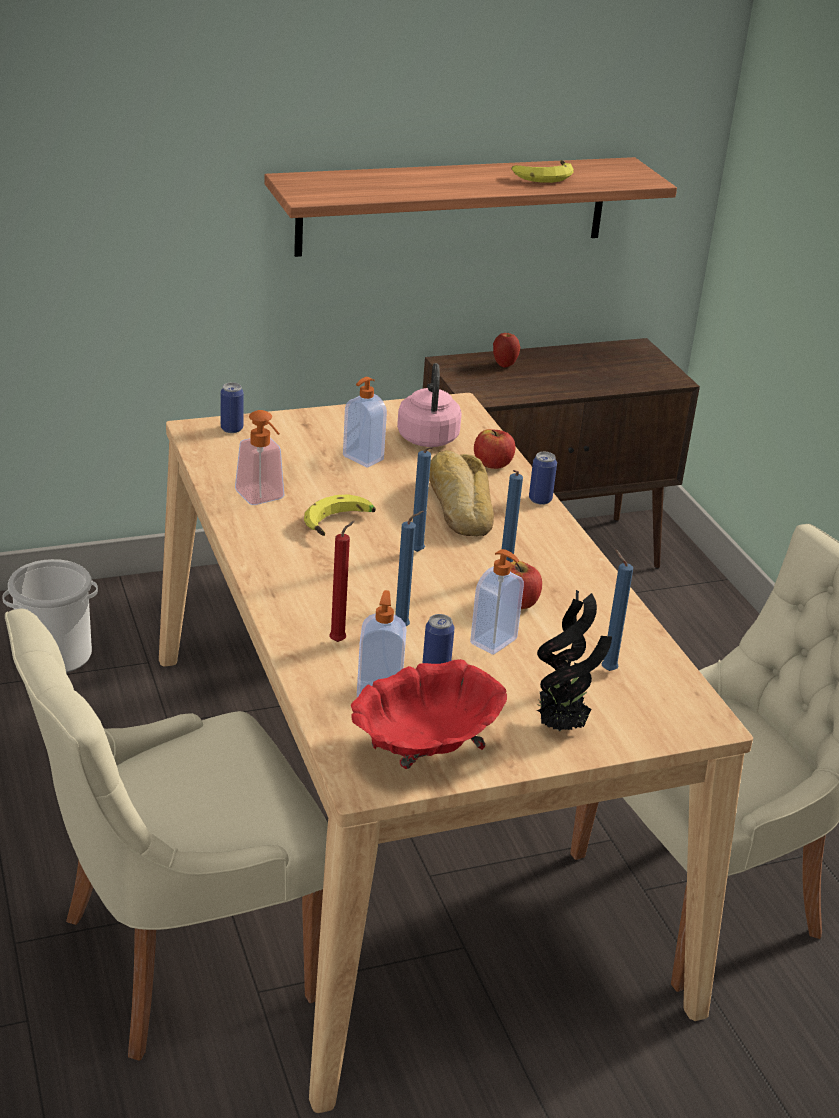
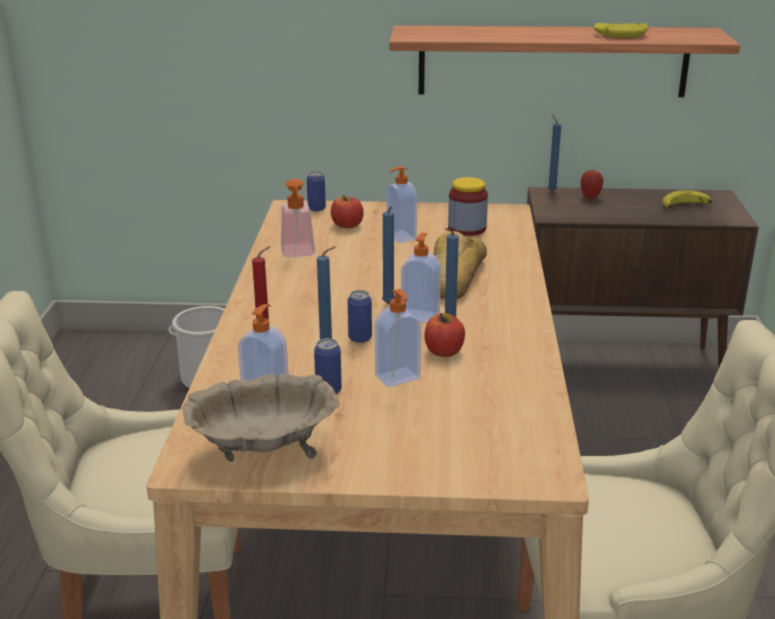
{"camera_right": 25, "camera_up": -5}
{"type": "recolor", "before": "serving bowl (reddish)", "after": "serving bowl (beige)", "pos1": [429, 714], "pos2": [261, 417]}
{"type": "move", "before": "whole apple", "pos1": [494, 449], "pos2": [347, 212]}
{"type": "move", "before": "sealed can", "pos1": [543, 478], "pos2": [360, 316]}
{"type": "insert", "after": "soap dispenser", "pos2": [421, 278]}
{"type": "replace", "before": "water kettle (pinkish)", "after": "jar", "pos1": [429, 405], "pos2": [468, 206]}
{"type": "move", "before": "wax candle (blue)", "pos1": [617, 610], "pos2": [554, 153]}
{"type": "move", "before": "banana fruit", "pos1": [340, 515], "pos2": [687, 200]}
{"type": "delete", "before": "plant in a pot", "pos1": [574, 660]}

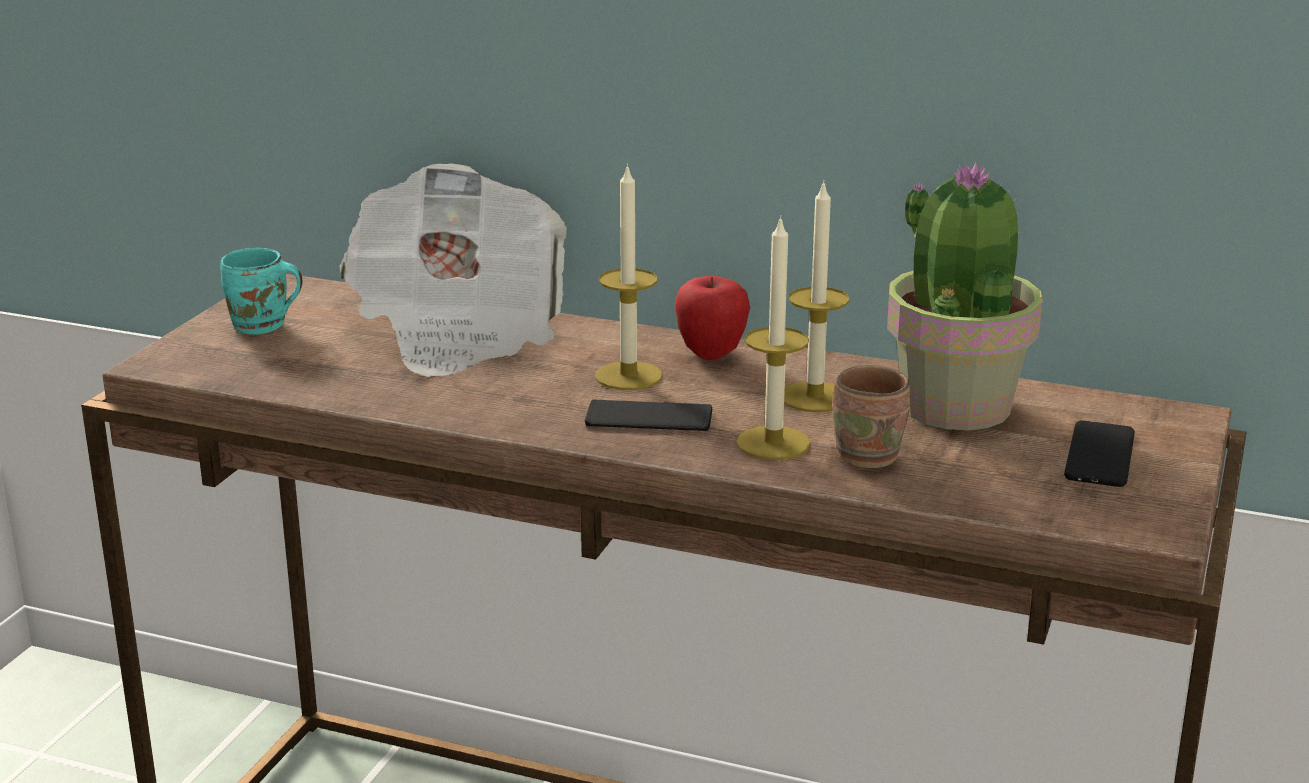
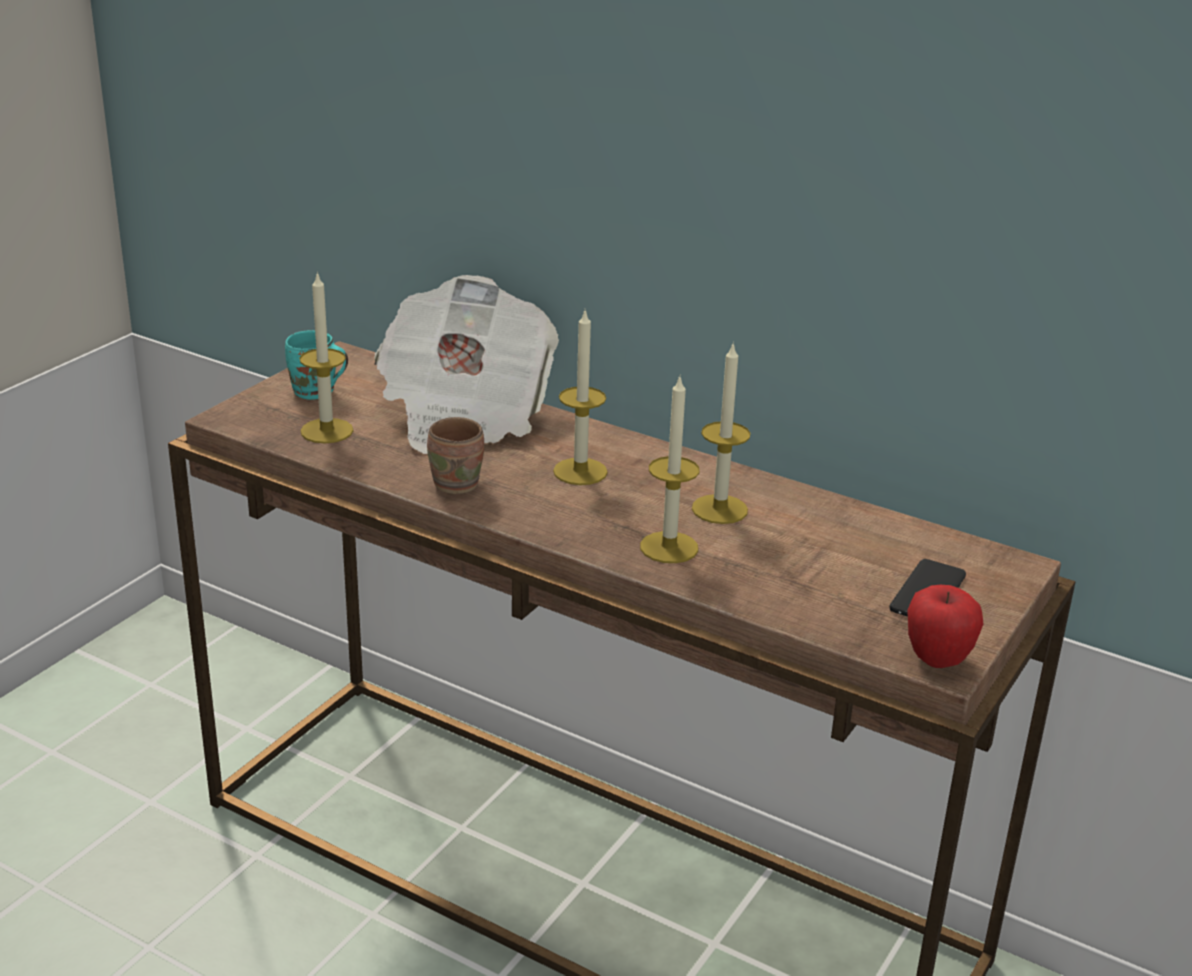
{"camera_right": 10, "camera_up": 5}
{"type": "insert", "after": "wax candle", "pos2": [326, 357]}
{"type": "move", "before": "tea mug (brown-coloured)", "pos1": [871, 416], "pos2": [455, 455]}
{"type": "move", "before": "whole apple", "pos1": [712, 318], "pos2": [945, 626]}
{"type": "delete", "before": "phone", "pos1": [648, 415]}
{"type": "delete", "before": "plant in a pot", "pos1": [964, 296]}

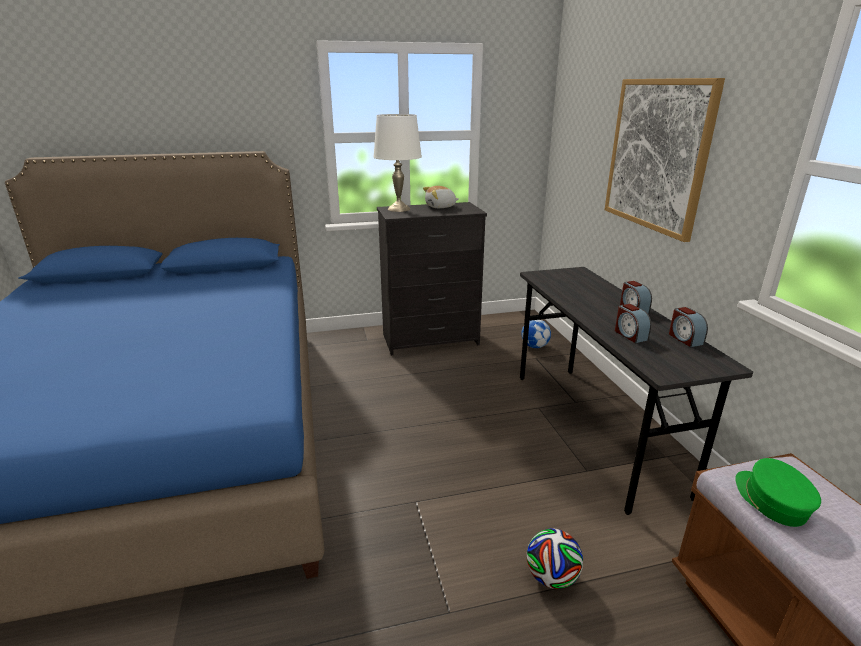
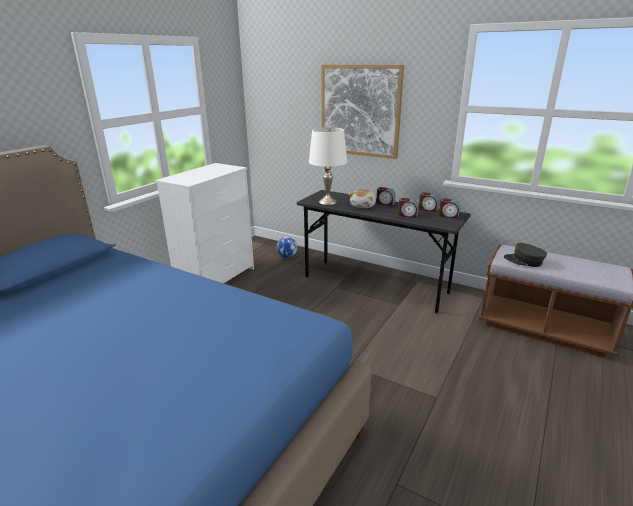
{"camera_right": -45, "camera_up": 0}
{"type": "recolor", "before": "drawer chest (black)", "after": "drawer chest (white)", "pos1": [432, 278], "pos2": [204, 223]}
{"type": "move", "before": "lamp for a table (white)", "pos1": [397, 163], "pos2": [328, 166]}
{"type": "move", "before": "plush toy", "pos1": [441, 197], "pos2": [362, 198]}
{"type": "insert", "after": "alarm clock", "pos2": [449, 208]}
{"type": "recolor", "before": "baseball cap (green-coloured)", "after": "baseball cap (greyish)", "pos1": [778, 492], "pos2": [525, 255]}
{"type": "delete", "before": "football ball", "pos1": [555, 558]}

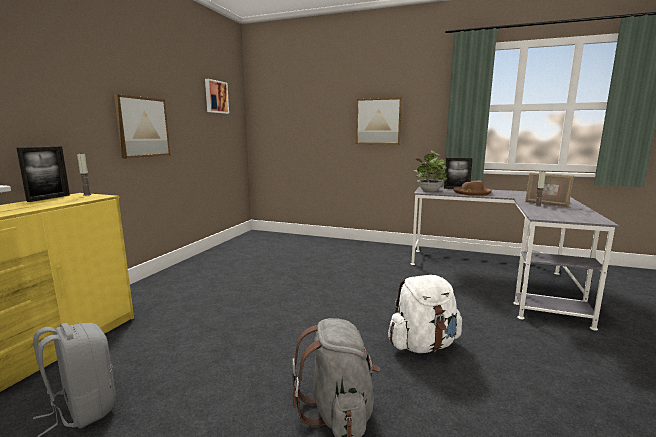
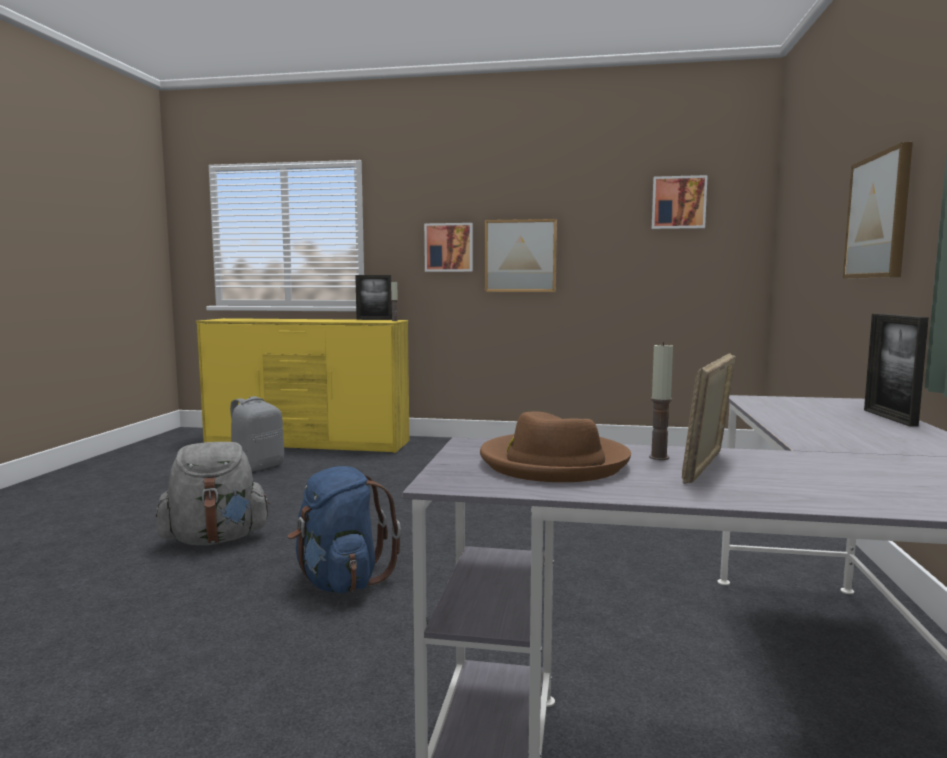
{"camera_right": 80, "camera_up": -5}
{"type": "recolor", "before": "backpack (white)", "after": "backpack (blue)", "pos1": [425, 314], "pos2": [344, 529]}
{"type": "insert", "after": "picture", "pos2": [448, 247]}
{"type": "move", "before": "wearable hat (brown-coloured)", "pos1": [472, 188], "pos2": [555, 447]}
{"type": "delete", "before": "plant in a pot", "pos1": [430, 171]}

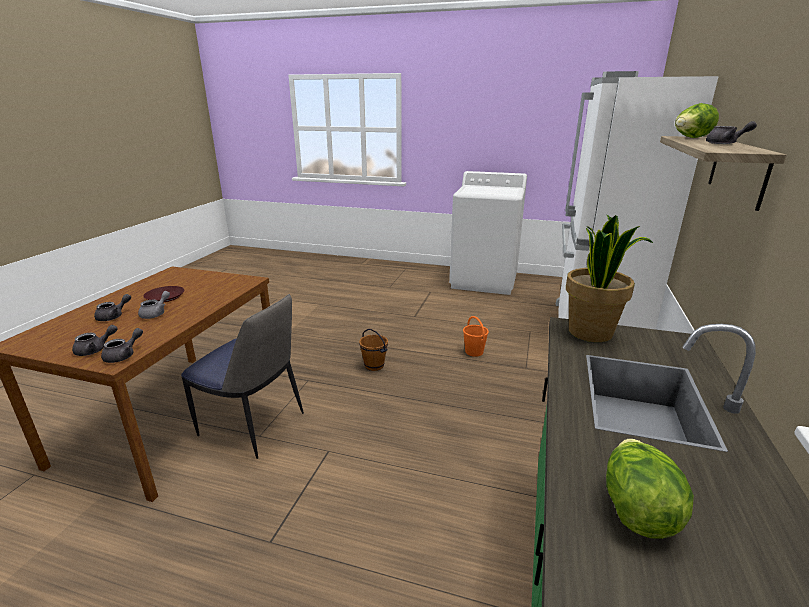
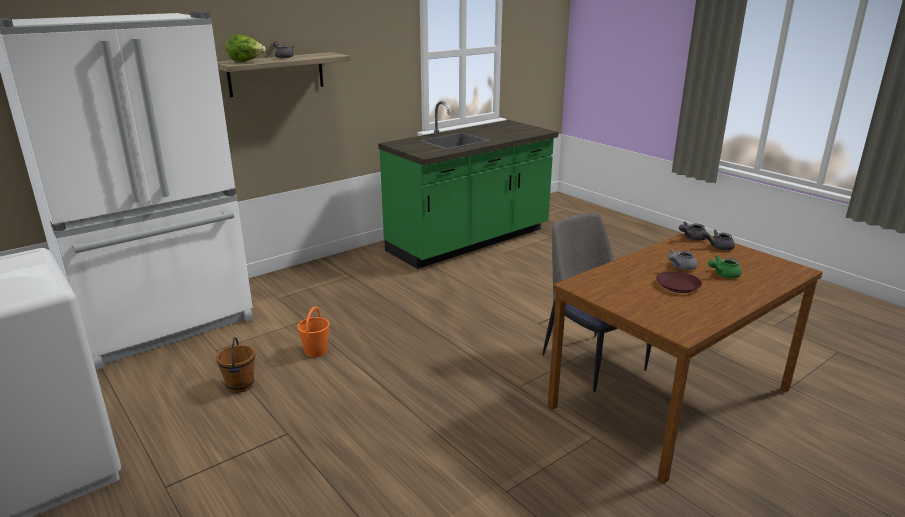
{"camera_right": -145, "camera_up": 0}
{"type": "move", "before": "pail (brown-coloured)", "pos1": [373, 350], "pos2": [235, 365]}
{"type": "recolor", "before": "tea pot (greyish)", "after": "tea pot (green-coloured)", "pos1": [112, 307], "pos2": [724, 266]}
{"type": "delete", "before": "plant in a pot", "pos1": [609, 278]}
{"type": "delete", "before": "head of lettuce", "pos1": [650, 488]}

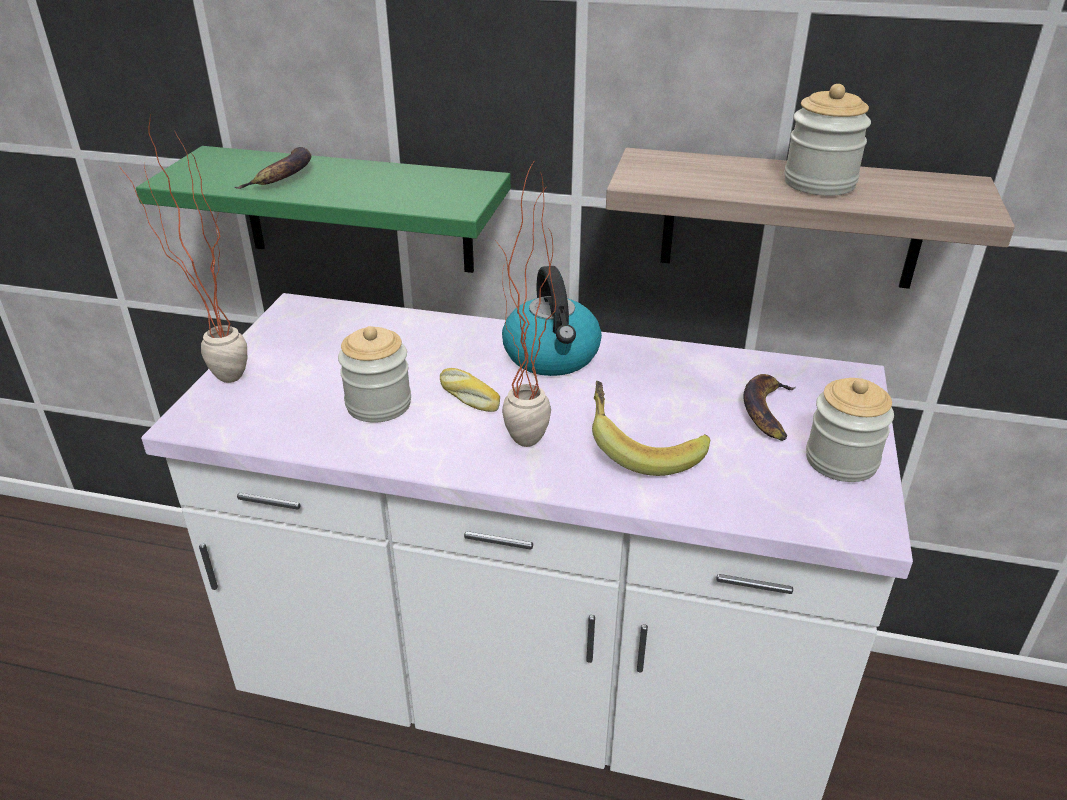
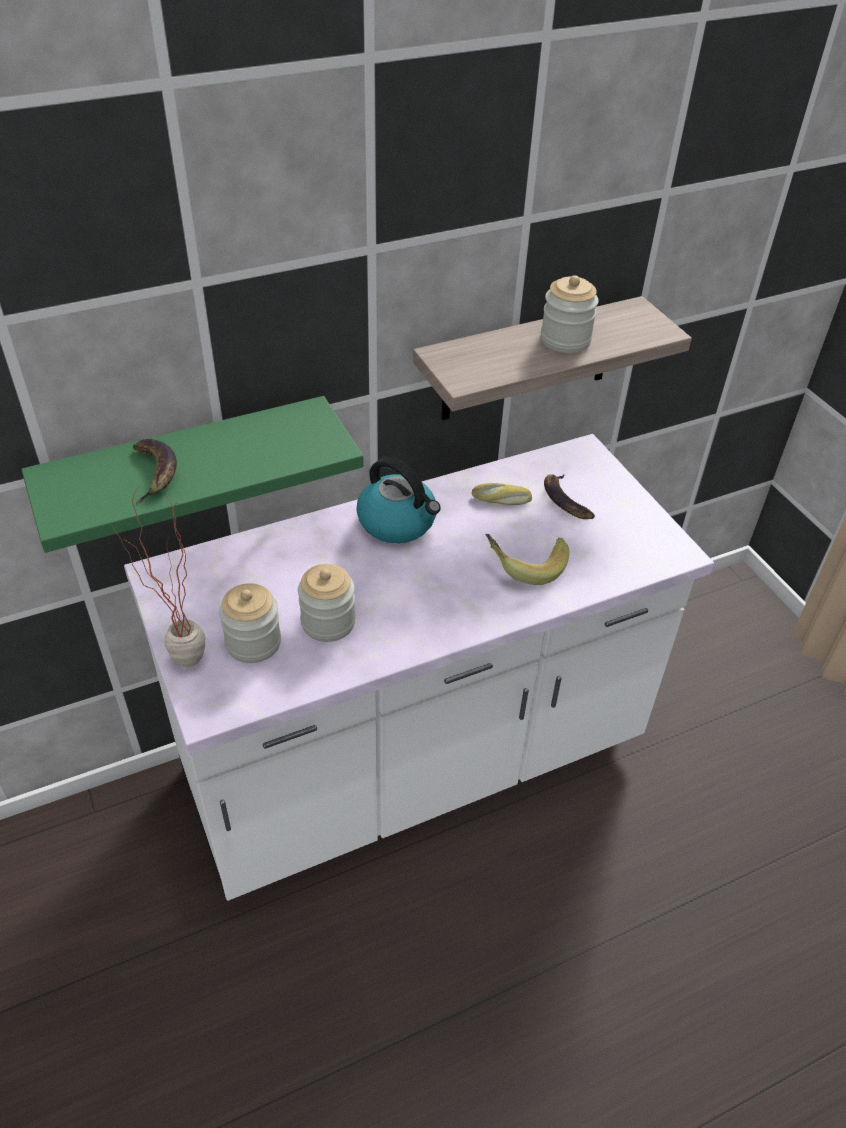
{"camera_right": -40, "camera_up": 10}
{"type": "move", "before": "jar", "pos1": [850, 430], "pos2": [250, 623]}
{"type": "move", "before": "bread", "pos1": [470, 390], "pos2": [502, 494]}
{"type": "delete", "before": "plant in a pot", "pos1": [525, 304]}

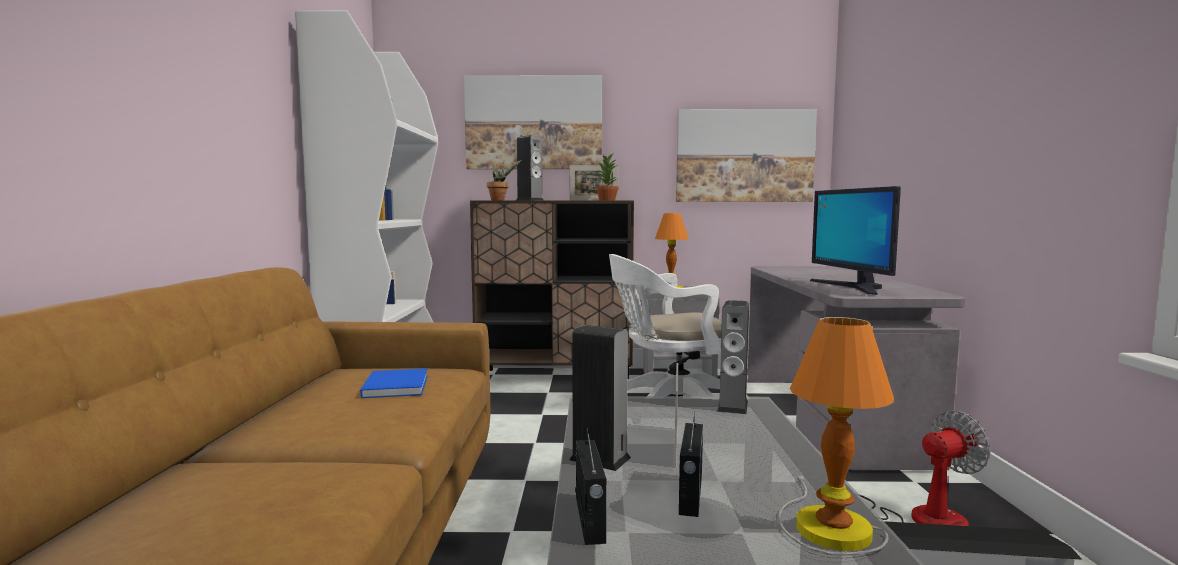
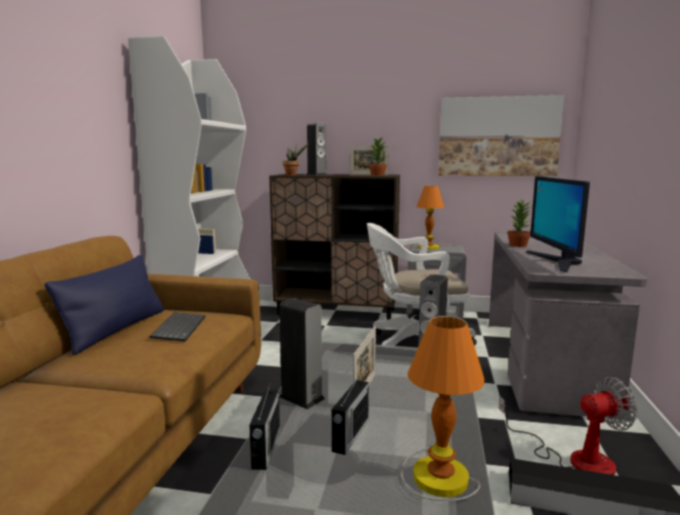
{"camera_right": 10, "camera_up": 5}
{"type": "insert", "after": "pillow (blue)", "pos2": [104, 305]}
{"type": "replace", "before": "volume (blue)", "after": "computer keyboard", "pos1": [394, 383], "pos2": [177, 327]}
{"type": "insert", "after": "plant in a pot", "pos2": [519, 223]}
{"type": "delete", "before": "picture", "pos1": [533, 122]}

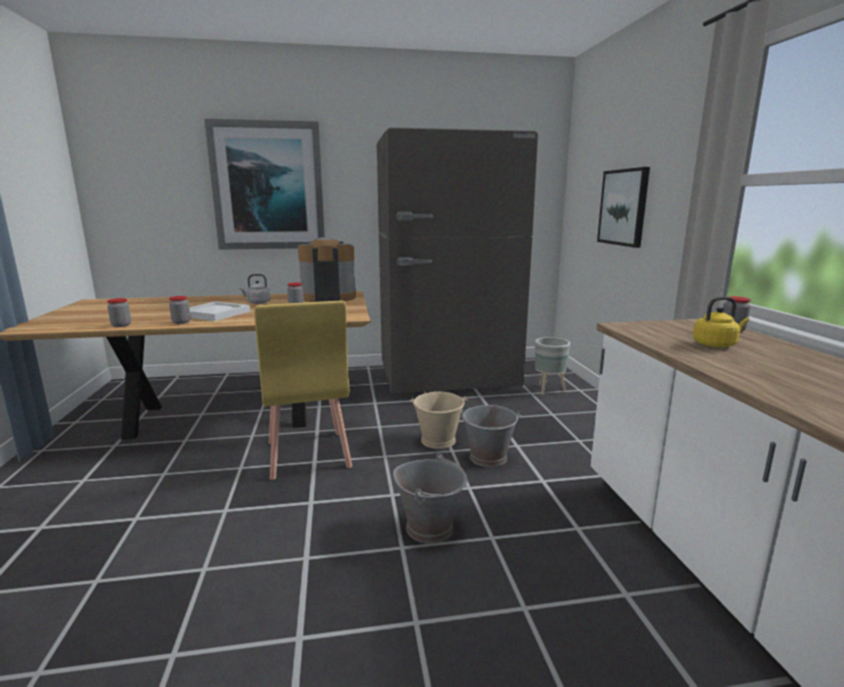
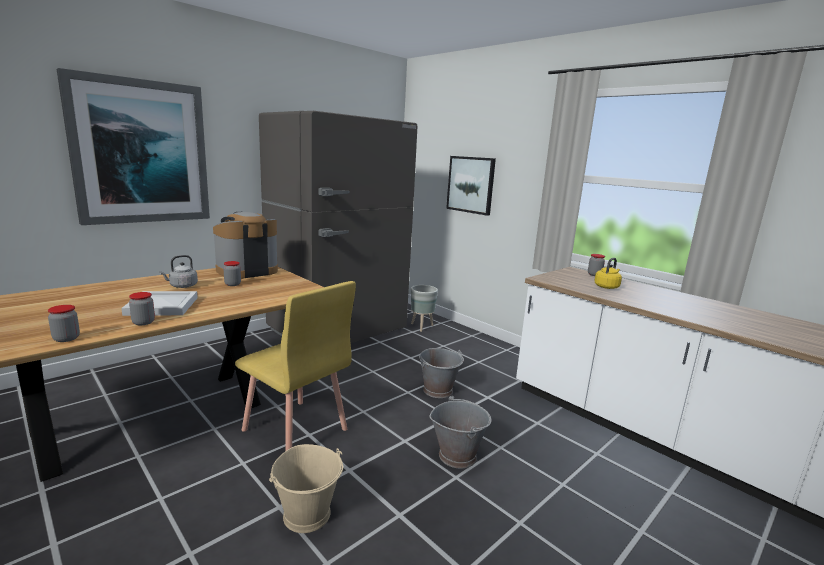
{"camera_right": -35, "camera_up": 0}
{"type": "move", "before": "pail (beige)", "pos1": [438, 420], "pos2": [306, 488]}

